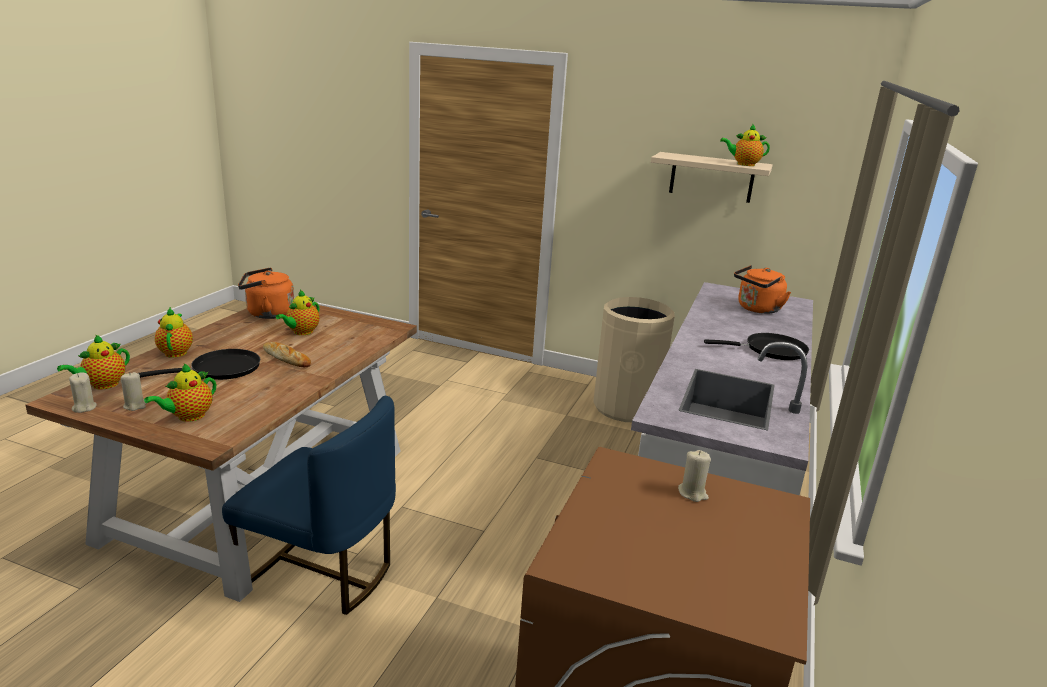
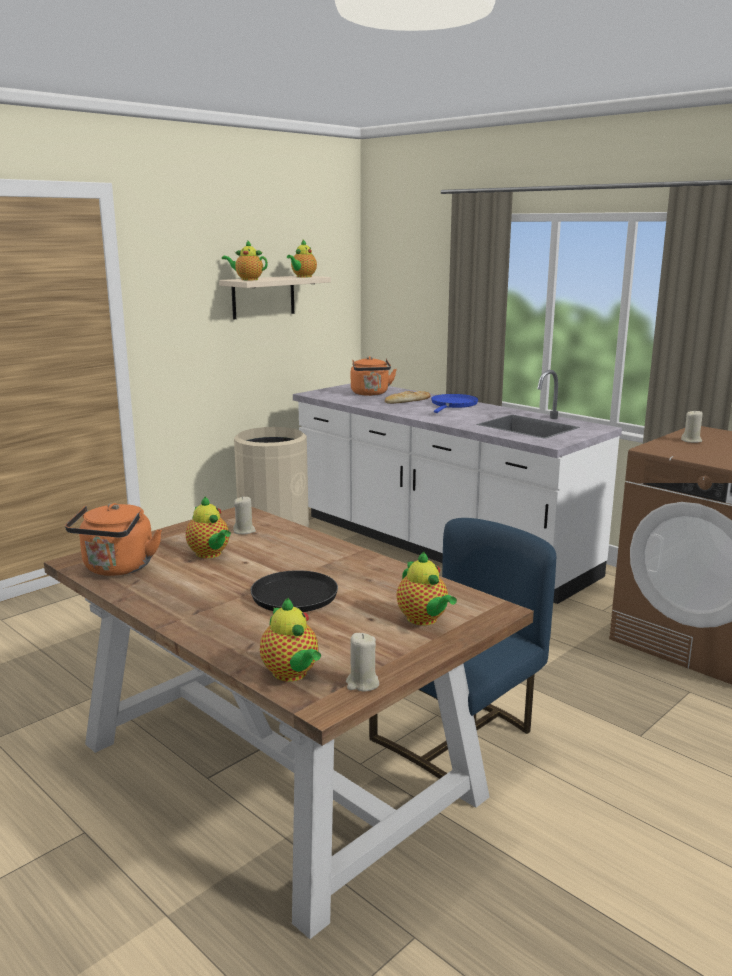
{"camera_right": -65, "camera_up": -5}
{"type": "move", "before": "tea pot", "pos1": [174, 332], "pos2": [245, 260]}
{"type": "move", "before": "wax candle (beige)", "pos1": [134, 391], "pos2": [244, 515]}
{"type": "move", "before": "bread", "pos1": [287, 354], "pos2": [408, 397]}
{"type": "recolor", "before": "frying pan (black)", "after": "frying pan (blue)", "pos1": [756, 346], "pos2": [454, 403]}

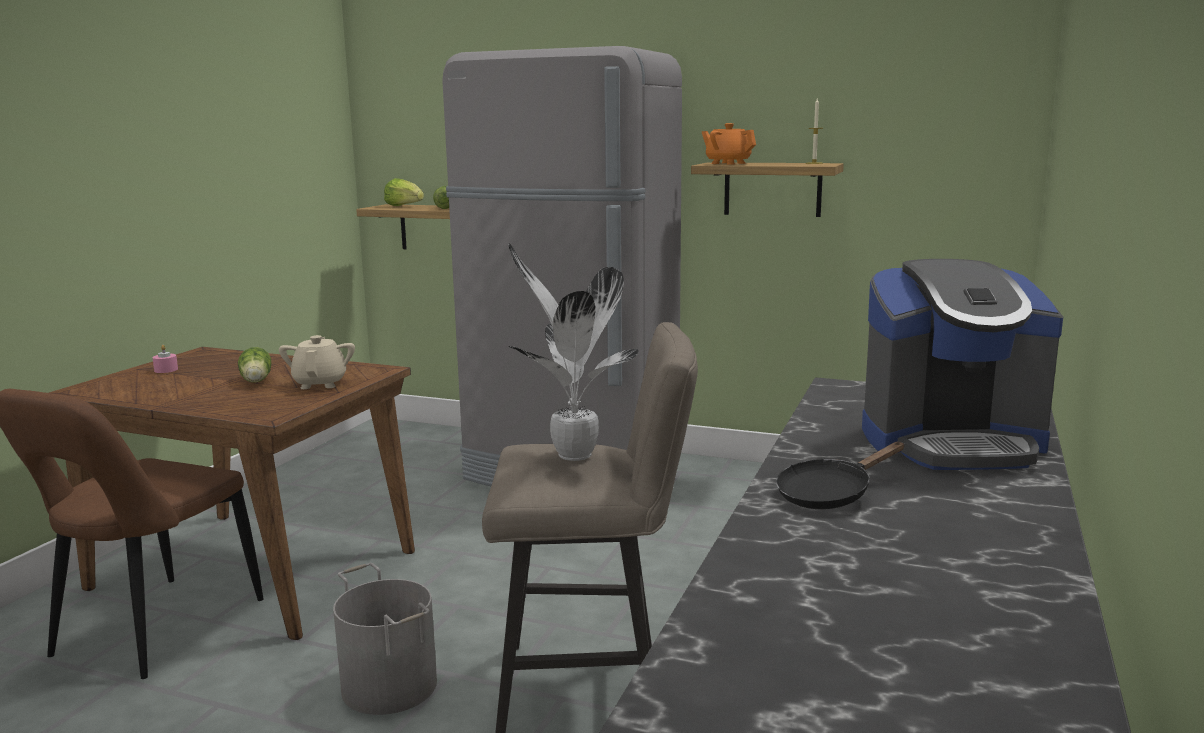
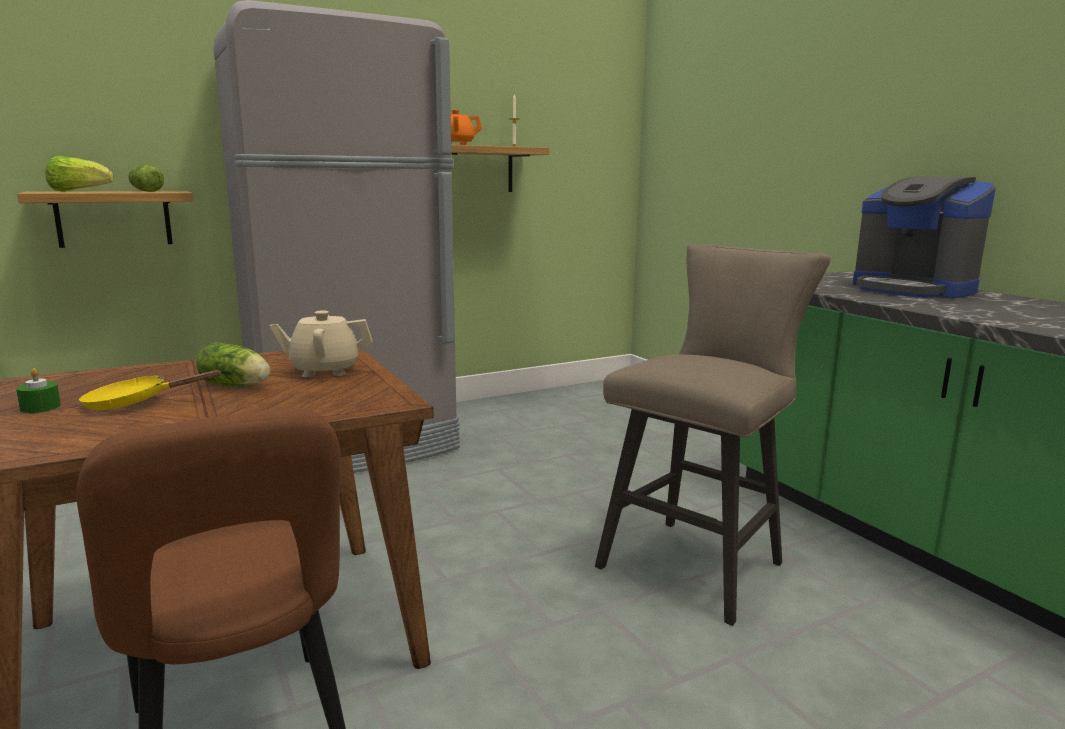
{"camera_right": -50, "camera_up": 0}
{"type": "recolor", "before": "wax candle (pinkish)", "after": "wax candle (green-coloured)", "pos1": [165, 359], "pos2": [38, 390]}
{"type": "insert", "after": "frying pan (yellow-coloured)", "pos2": [150, 390]}
{"type": "rotate", "before": "tea pot (beige)", "pos1": [317, 362], "pos2": [321, 344], "turn": -45}
{"type": "rotate", "before": "coffee brewer", "pos1": [962, 364], "pos2": [924, 238], "turn": 105}
{"type": "delete", "before": "pail (greyish)", "pos1": [385, 639]}
{"type": "delete", "before": "plant in a pot", "pos1": [573, 352]}
{"type": "delete", "before": "frying pan (black)", "pos1": [840, 475]}

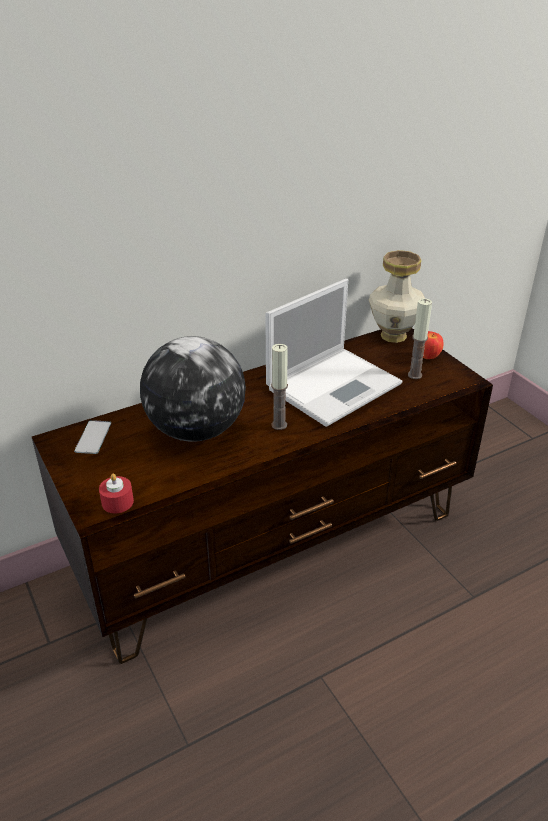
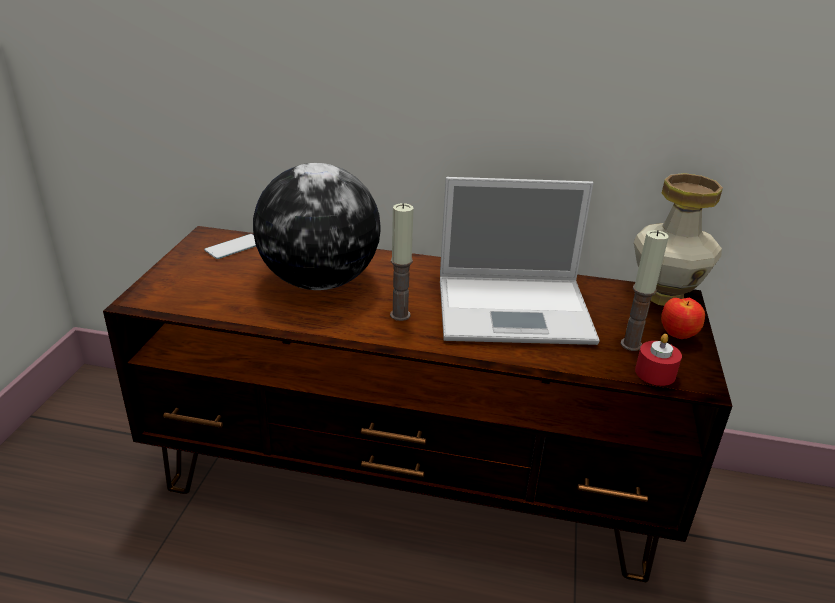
{"camera_right": 40, "camera_up": -5}
{"type": "move", "before": "wax candle (reddish)", "pos1": [116, 493], "pos2": [658, 360]}

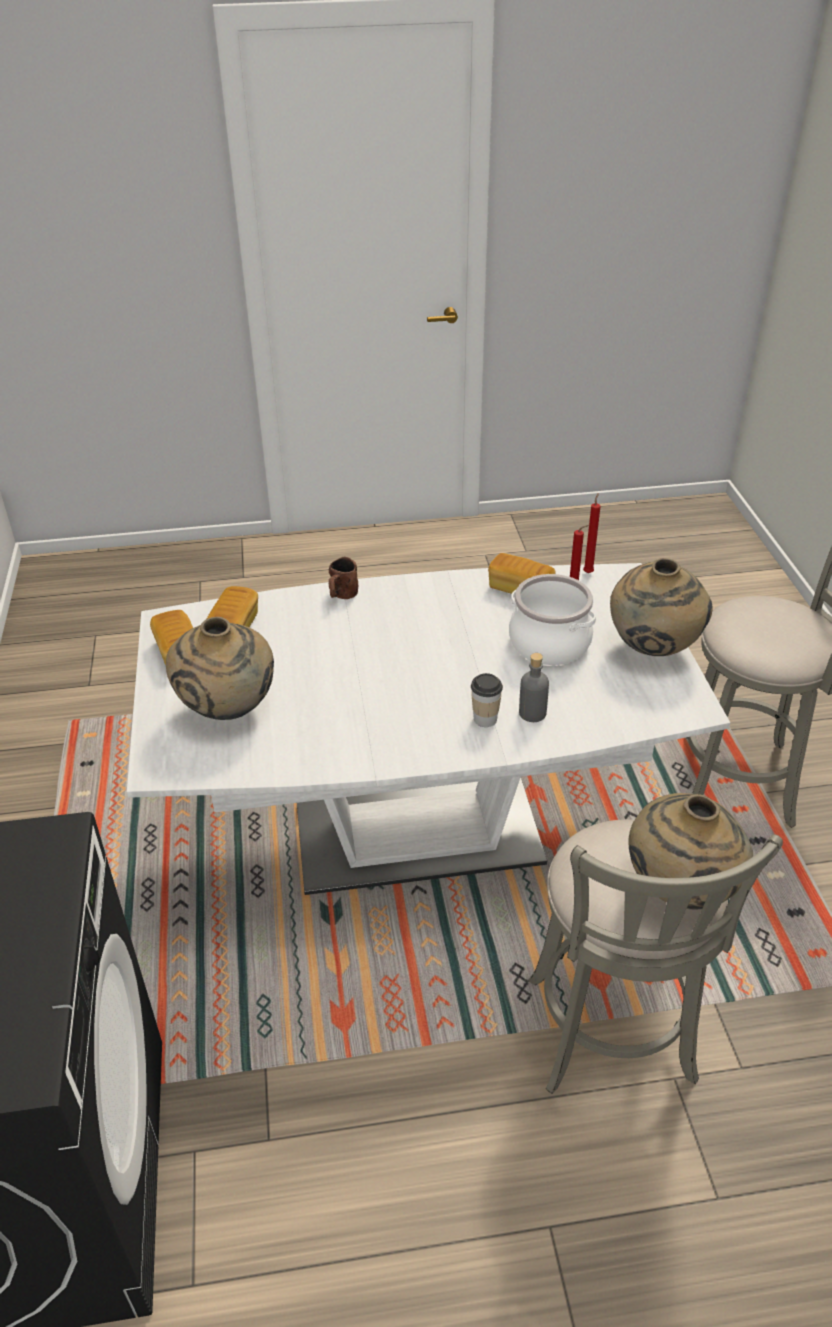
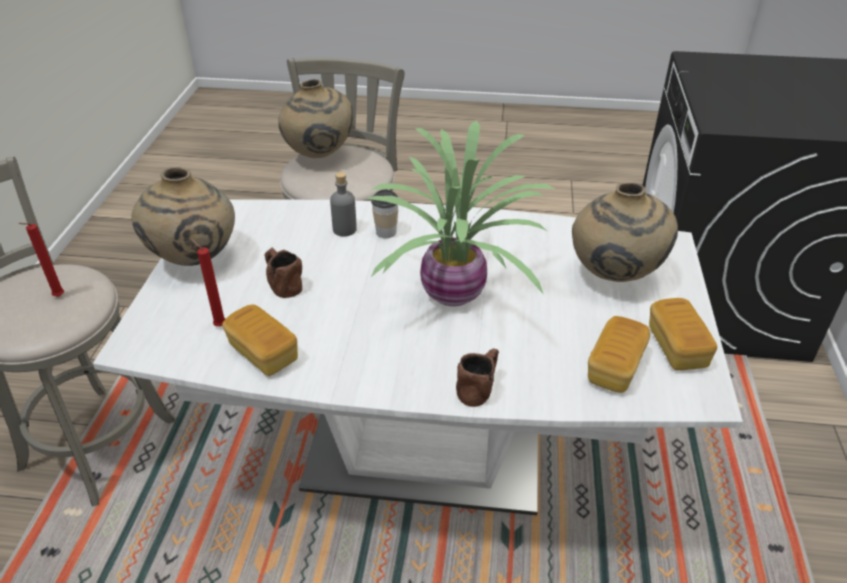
{"camera_right": -165, "camera_up": 0}
{"type": "move", "before": "wax candle (reddish)", "pos1": [591, 533], "pos2": [41, 260]}
{"type": "replace", "before": "saucepot", "after": "tea mug (brown-coloured)", "pos1": [552, 619], "pos2": [283, 272]}
{"type": "insert", "after": "plant in a pot", "pos2": [460, 213]}

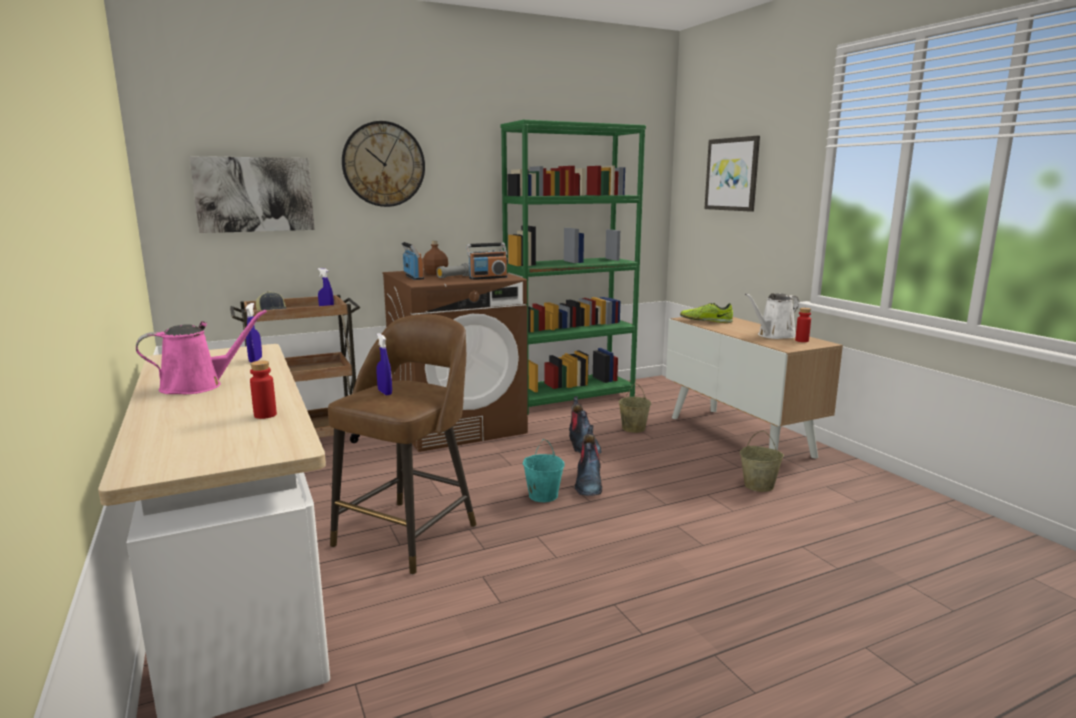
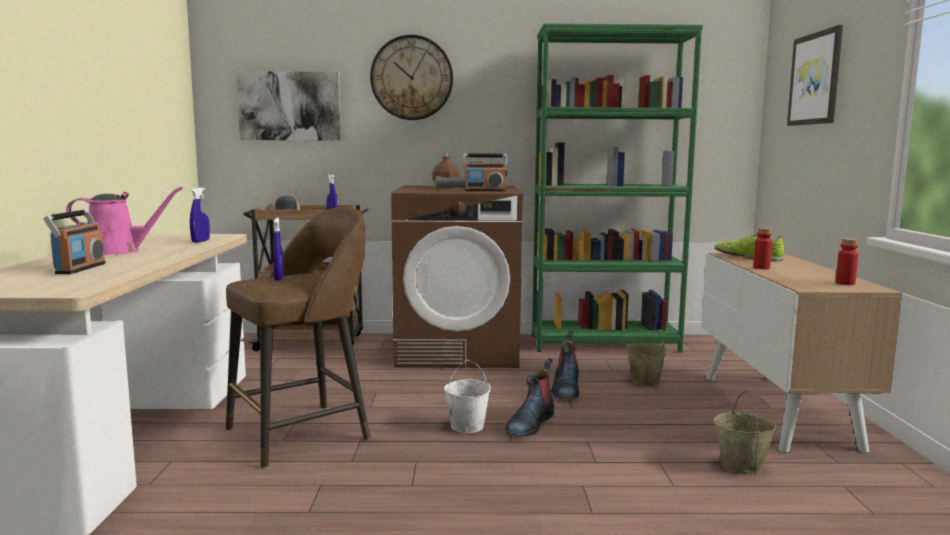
{"camera_right": 25, "camera_up": -5}
{"type": "move", "before": "radio", "pos1": [412, 261], "pos2": [74, 242]}
{"type": "recolor", "before": "pail (blue-green)", "after": "pail (white)", "pos1": [544, 470], "pos2": [467, 396]}
{"type": "move", "before": "bottle (reddish)", "pos1": [263, 390], "pos2": [762, 248]}
{"type": "delete", "before": "watering pot (white)", "pos1": [772, 316]}

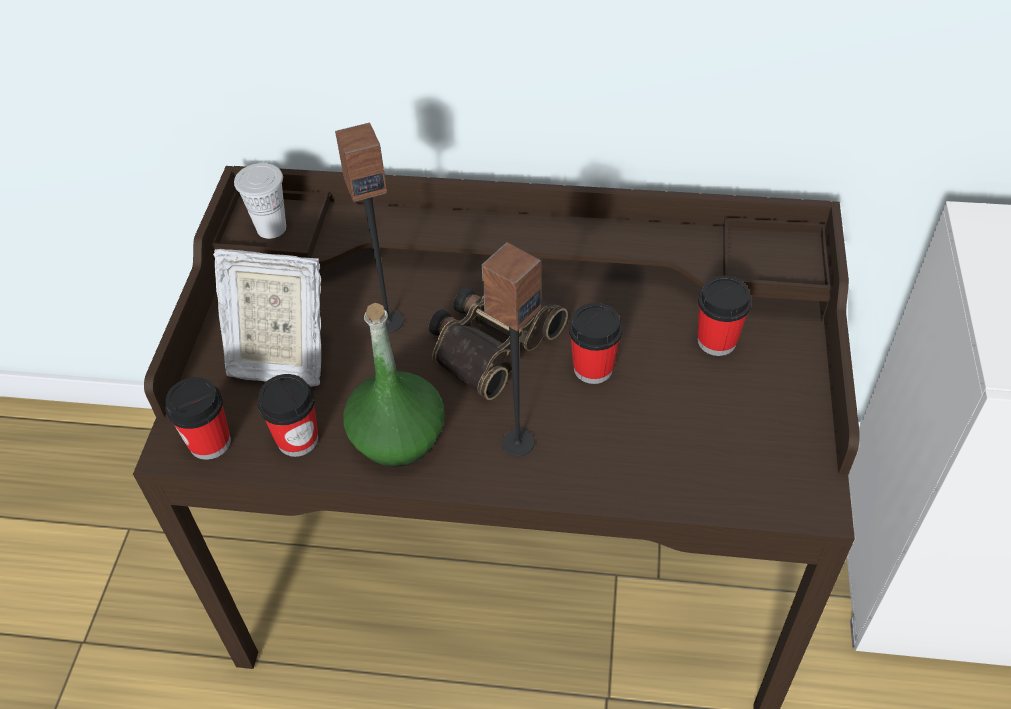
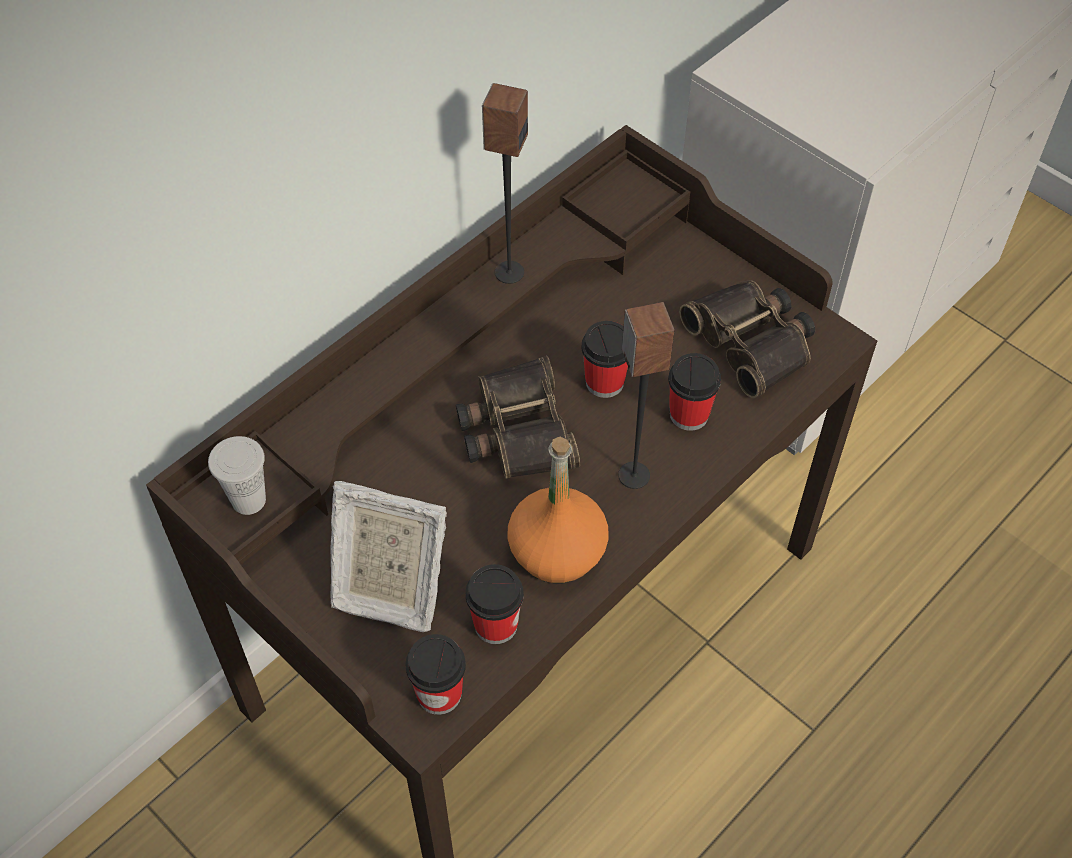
{"camera_right": -55, "camera_up": 5}
{"type": "rotate", "before": "standing frame", "pos1": [267, 318], "pos2": [388, 556], "turn": 60}
{"type": "move", "before": "loudspeaker", "pos1": [369, 227], "pos2": [505, 183]}
{"type": "recolor", "before": "bottle (green-coloured)", "after": "bottle (orangey)", "pos1": [394, 385], "pos2": [558, 510]}
{"type": "move", "before": "small cup", "pos1": [725, 316], "pos2": [694, 392]}
{"type": "insert", "after": "pair of binoculars", "pos2": [747, 339]}

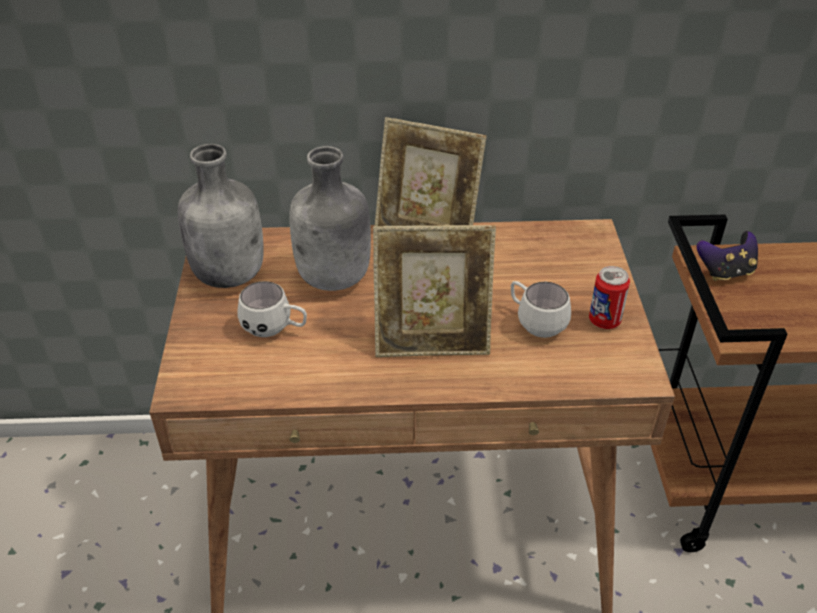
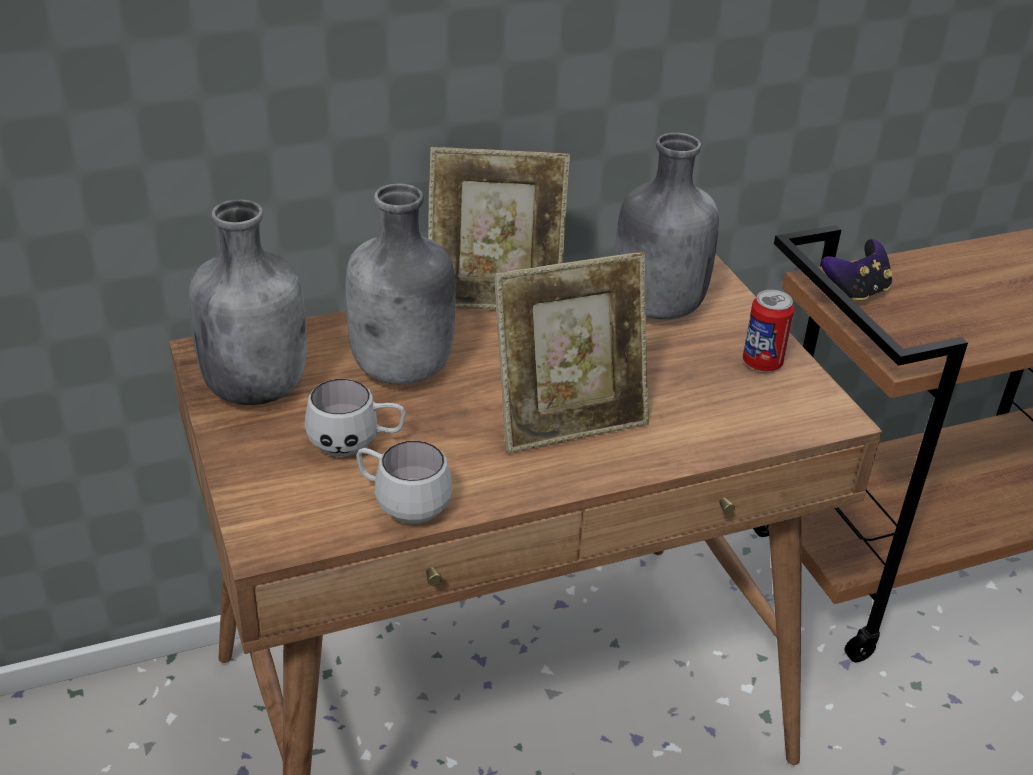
{"camera_right": -20, "camera_up": -5}
{"type": "move", "before": "tea mug (white)", "pos1": [541, 309], "pos2": [404, 482]}
{"type": "insert", "after": "bottle (greyish)", "pos2": [667, 226]}

